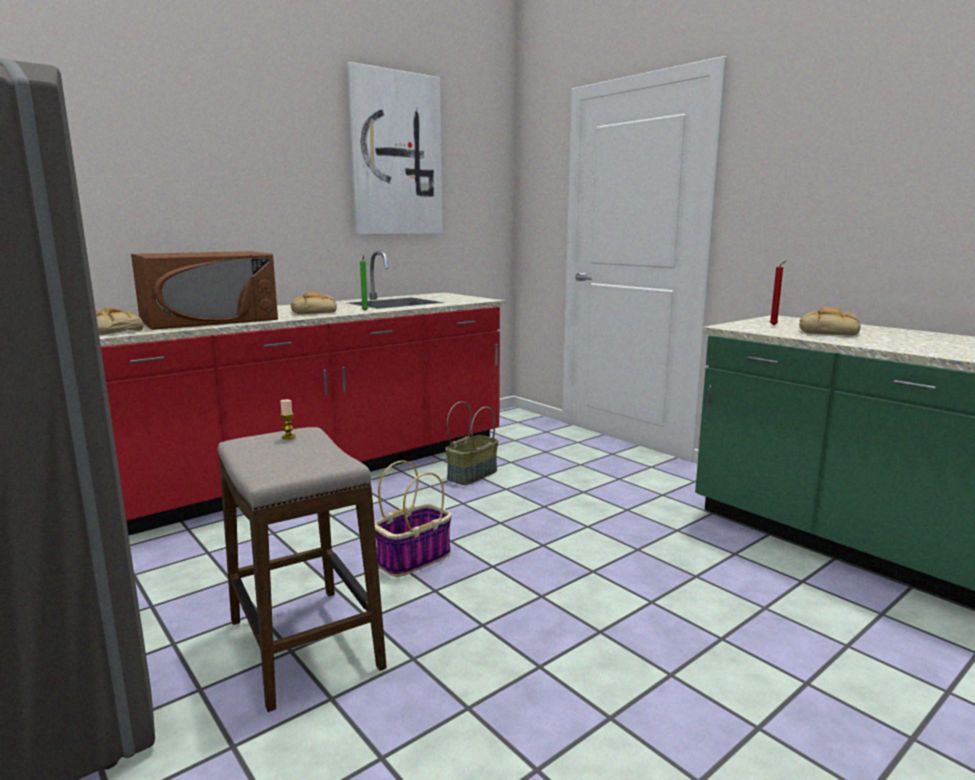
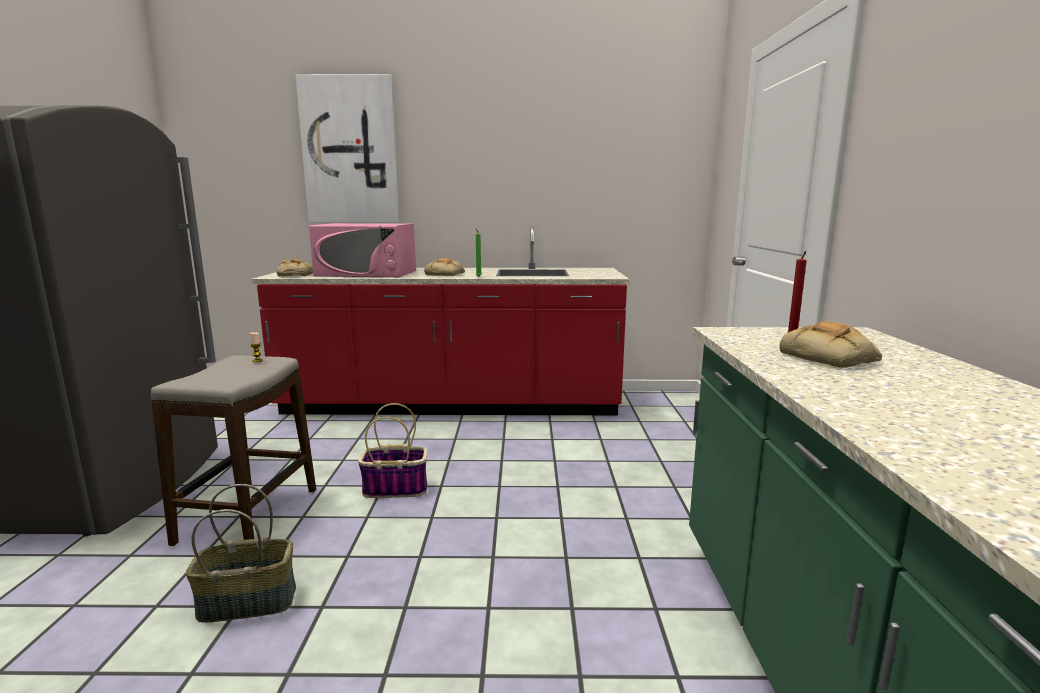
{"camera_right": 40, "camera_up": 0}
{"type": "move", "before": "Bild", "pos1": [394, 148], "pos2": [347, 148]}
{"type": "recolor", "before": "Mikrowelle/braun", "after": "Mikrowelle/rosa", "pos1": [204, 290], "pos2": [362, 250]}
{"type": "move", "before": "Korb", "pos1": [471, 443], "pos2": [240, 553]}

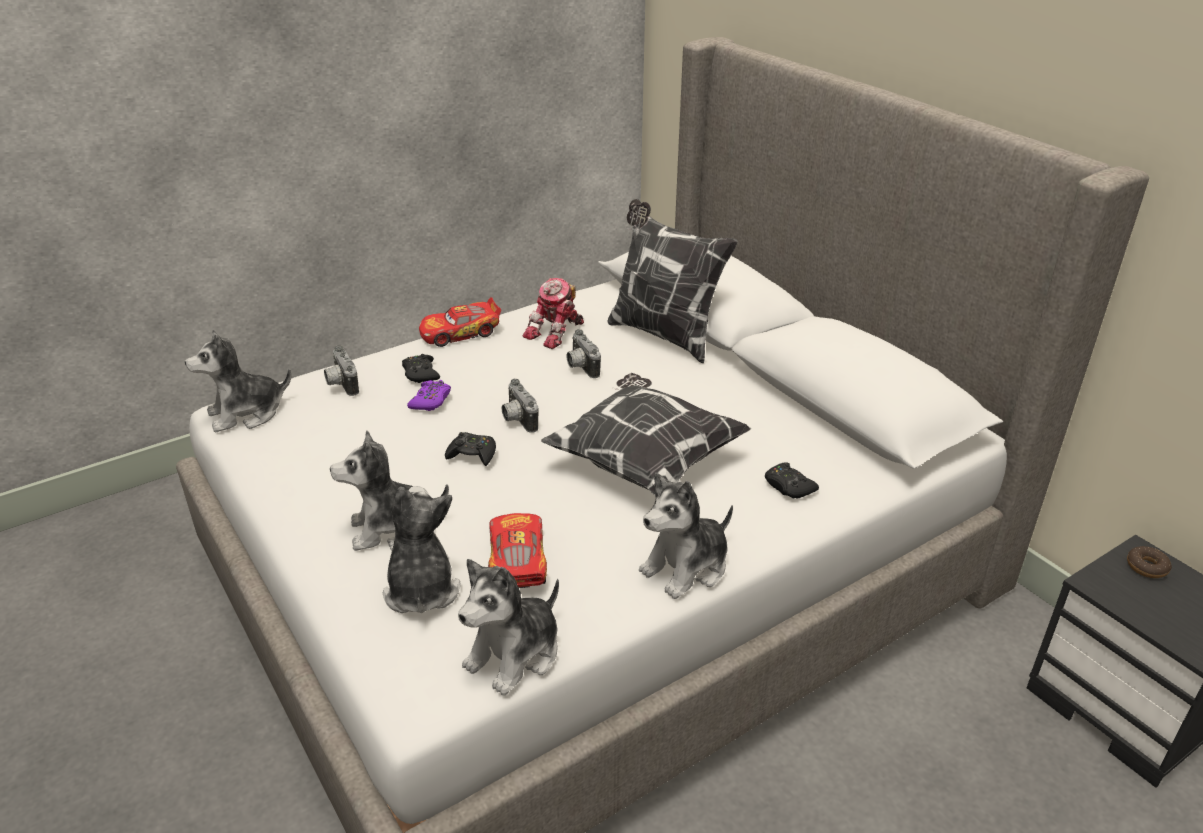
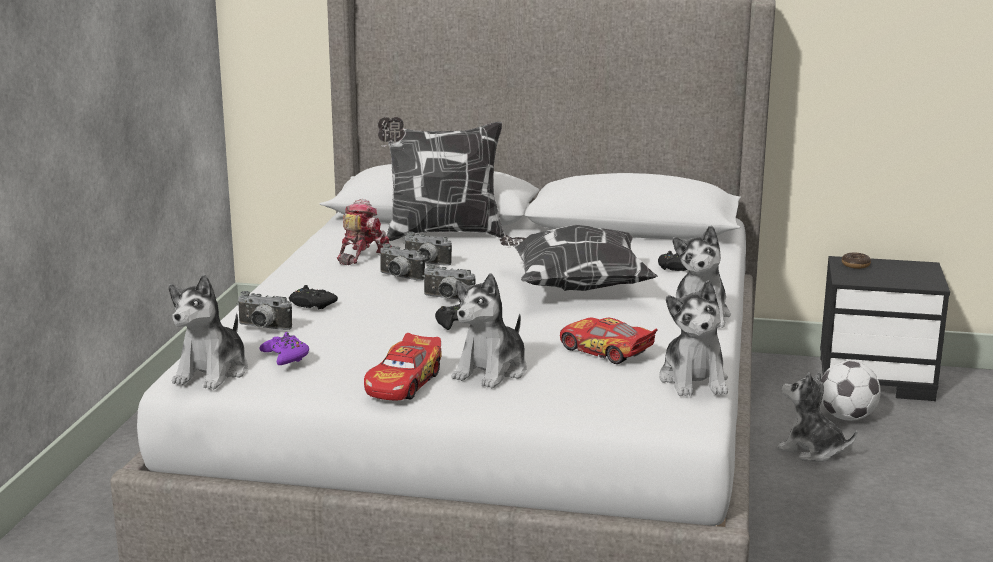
{"camera_right": -45, "camera_up": -15}
{"type": "rotate", "before": "Spielzeugroboter", "pos1": [553, 313], "pos2": [364, 232], "turn": -150}
{"type": "move", "before": "Spielzeugauto", "pos1": [460, 322], "pos2": [403, 367]}
{"type": "move", "before": "Gamepad/lila", "pos1": [429, 395], "pos2": [284, 348]}
{"type": "move", "before": "Plüschtier", "pos1": [422, 549], "pos2": [817, 417]}
{"type": "insert", "after": "Kamera", "pos2": [402, 262]}
{"type": "insert", "after": "Fußball", "pos2": [851, 391]}

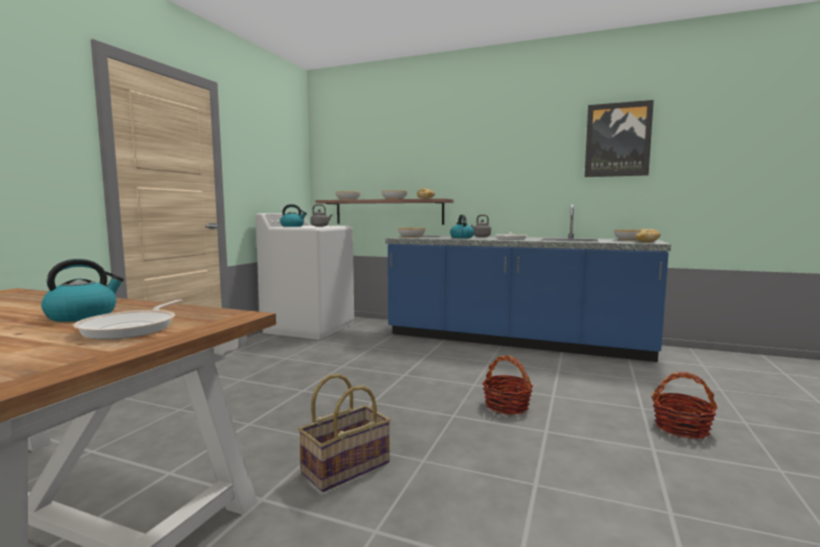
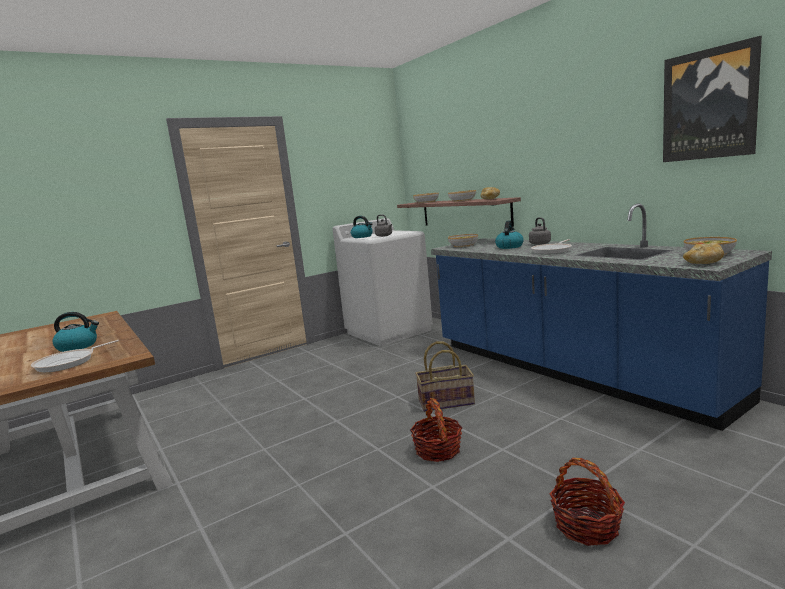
{"camera_right": 35, "camera_up": 5}
{"type": "move", "before": "Korb", "pos1": [344, 433], "pos2": [445, 376]}

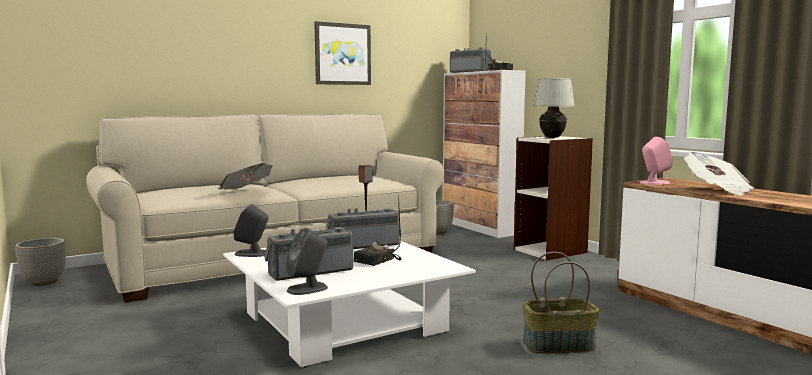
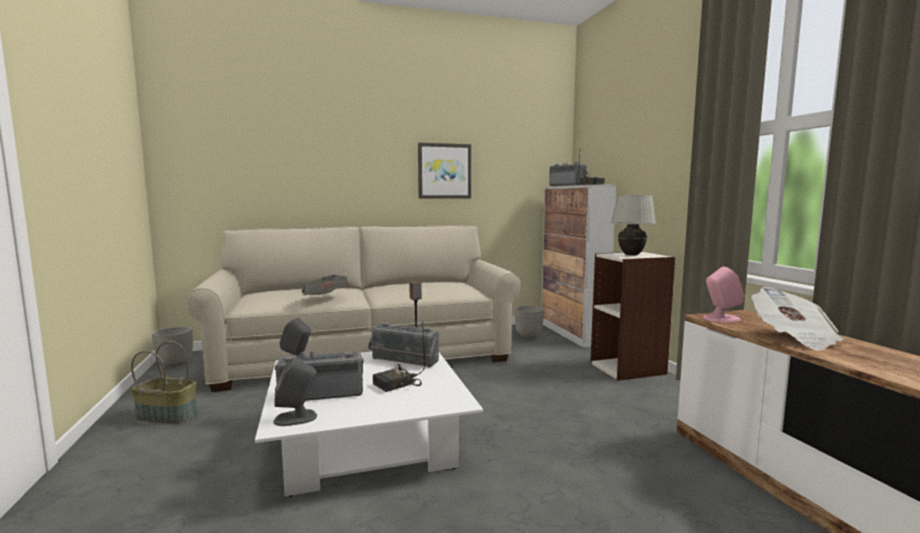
{"camera_right": 15, "camera_up": 0}
{"type": "rotate", "before": "Radio", "pos1": [362, 228], "pos2": [403, 345], "turn": -150}
{"type": "move", "before": "Korb", "pos1": [561, 303], "pos2": [164, 382]}

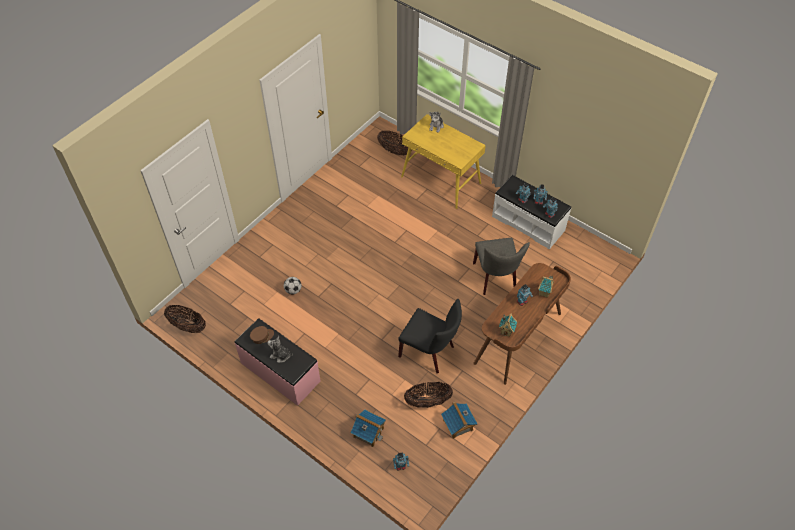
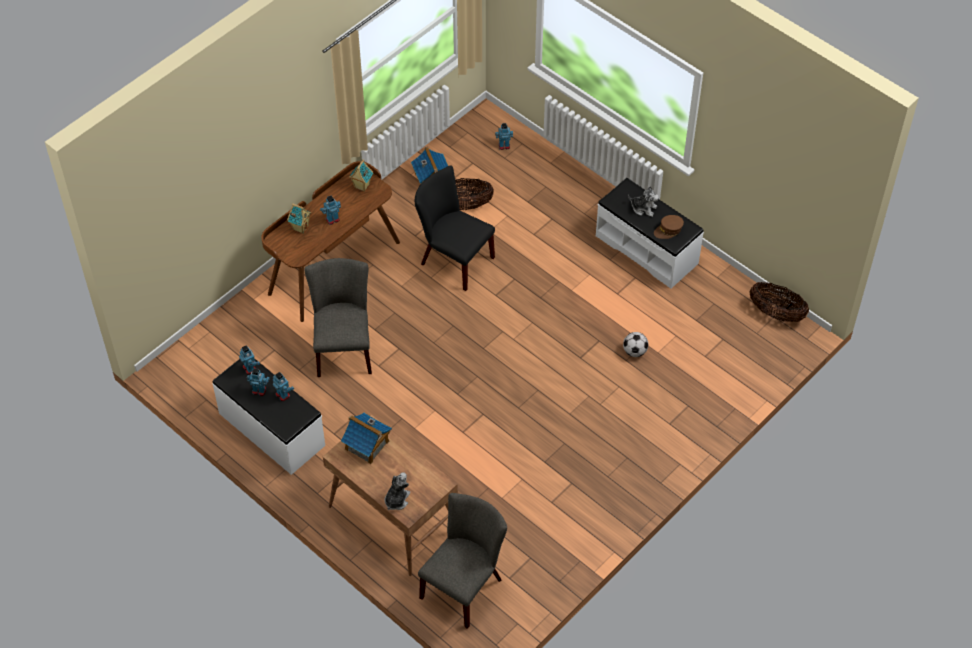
{"camera_right": -175, "camera_up": 0}
{"type": "recolor", "before": "Schreibtisch/gelb", "after": "Schreibtisch/braun", "pos1": [443, 161], "pos2": [390, 495]}
{"type": "replace", "before": "Korb", "after": "Stuhl/grau", "pos1": [392, 142], "pos2": [462, 561]}
{"type": "recolor", "before": "Bank/rosa", "after": "Bank/weiß", "pos1": [277, 362], "pos2": [650, 233]}
{"type": "move", "before": "Spielzeughaus", "pos1": [368, 428], "pos2": [366, 438]}

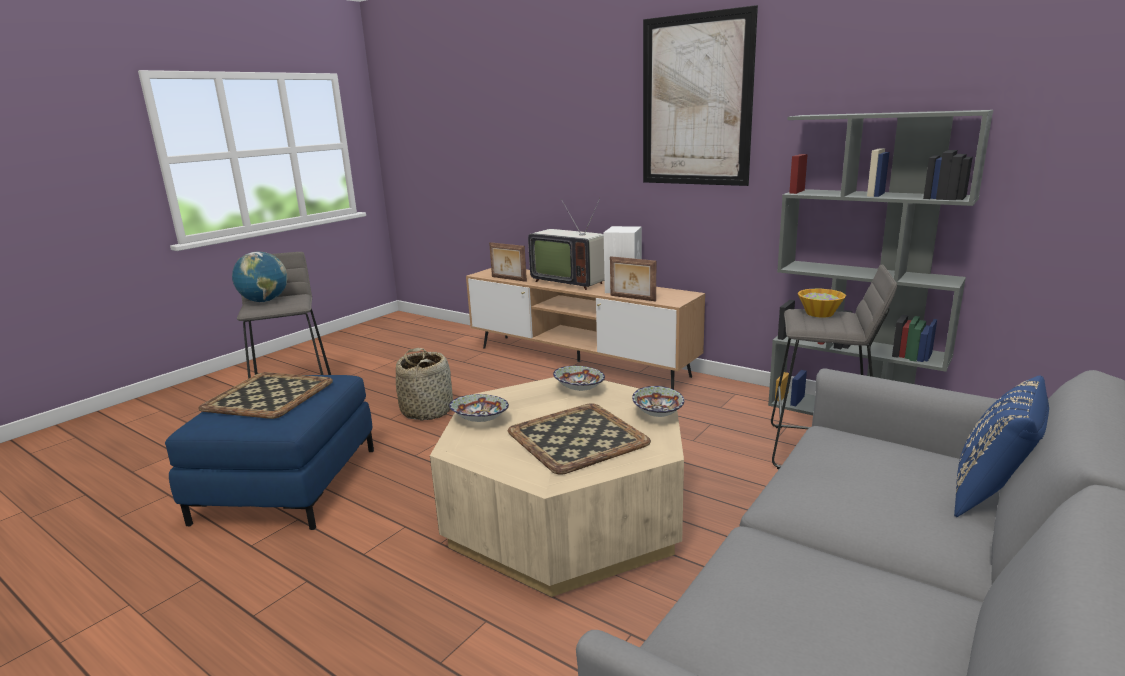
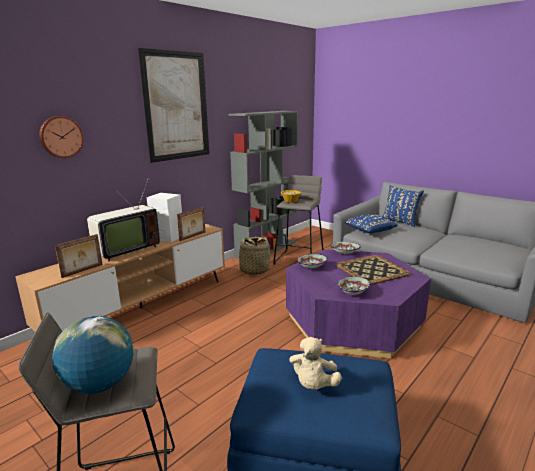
{"camera_right": -85, "camera_up": 0}
{"type": "move", "before": "Korb", "pos1": [424, 384], "pos2": [252, 256]}
{"type": "replace", "before": "Tablett", "after": "Plüschtier/beige", "pos1": [265, 395], "pos2": [315, 363]}
{"type": "recolor", "before": "Couchtisch/beige", "after": "Couchtisch/lila", "pos1": [557, 487], "pos2": [358, 304]}
{"type": "insert", "after": "Wanduhr", "pos2": [61, 137]}
{"type": "insert", "after": "Kissen/blau", "pos2": [371, 223]}

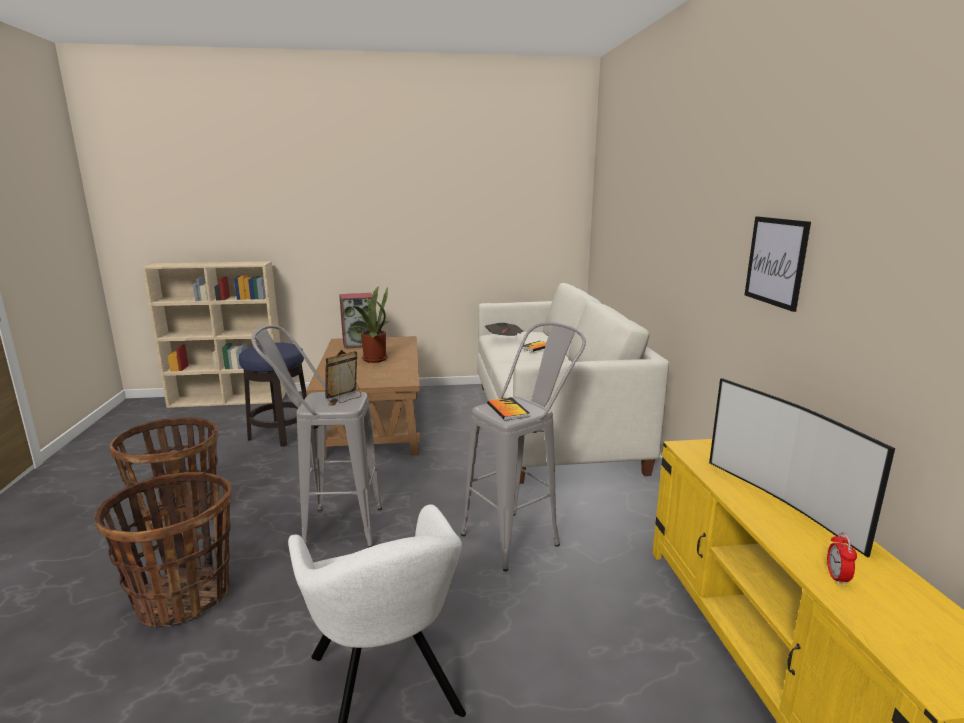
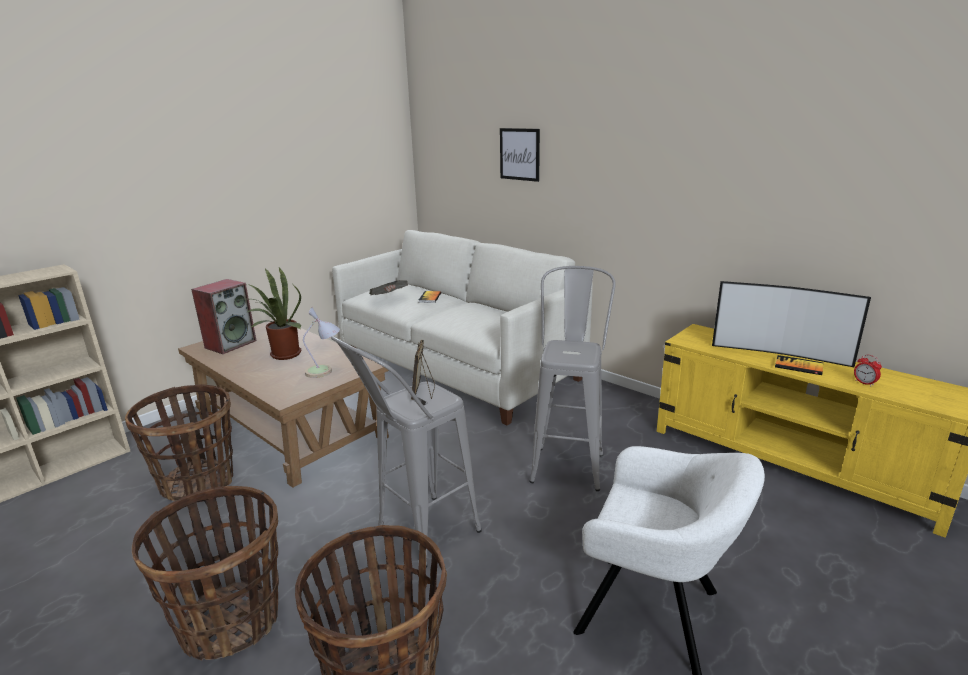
{"camera_right": -40, "camera_up": 5}
{"type": "move", "before": "Bild", "pos1": [778, 264], "pos2": [520, 155]}
{"type": "replace", "before": "Hocker", "after": "Korb", "pos1": [273, 395], "pos2": [179, 442]}
{"type": "move", "before": "Buch", "pos1": [508, 409], "pos2": [799, 365]}
{"type": "insert", "after": "Tischlampe", "pos2": [321, 342]}

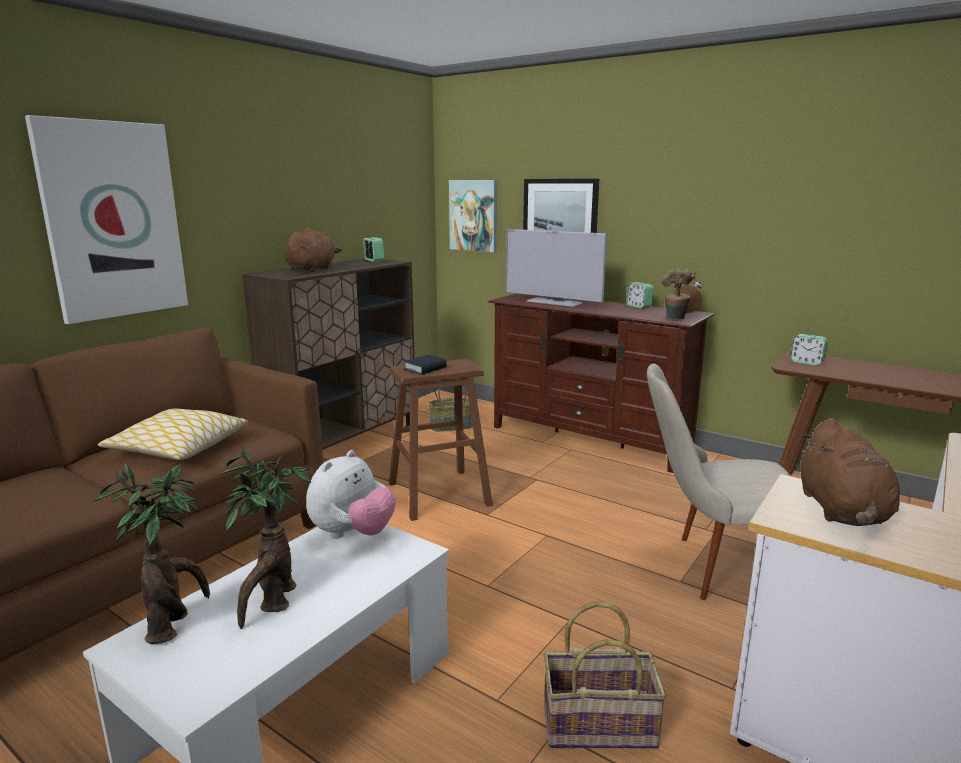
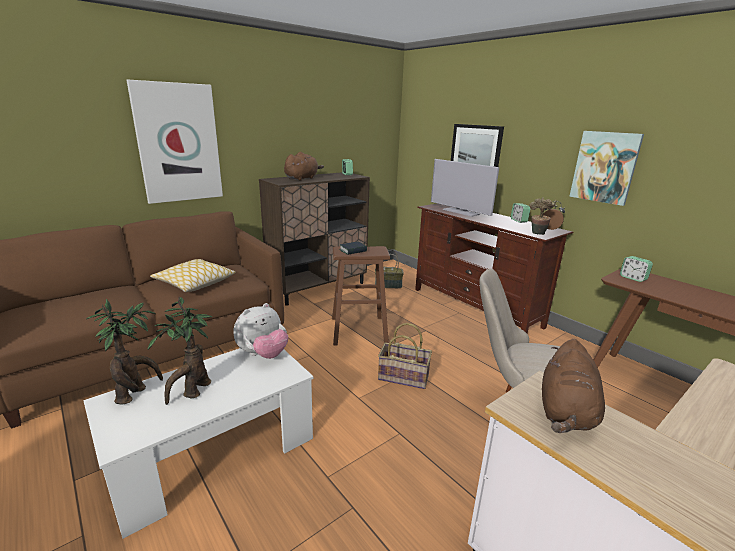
{"camera_right": 15, "camera_up": 5}
{"type": "move", "before": "Bild", "pos1": [473, 216], "pos2": [606, 168]}
{"type": "move", "before": "Korb", "pos1": [605, 675], "pos2": [405, 356]}

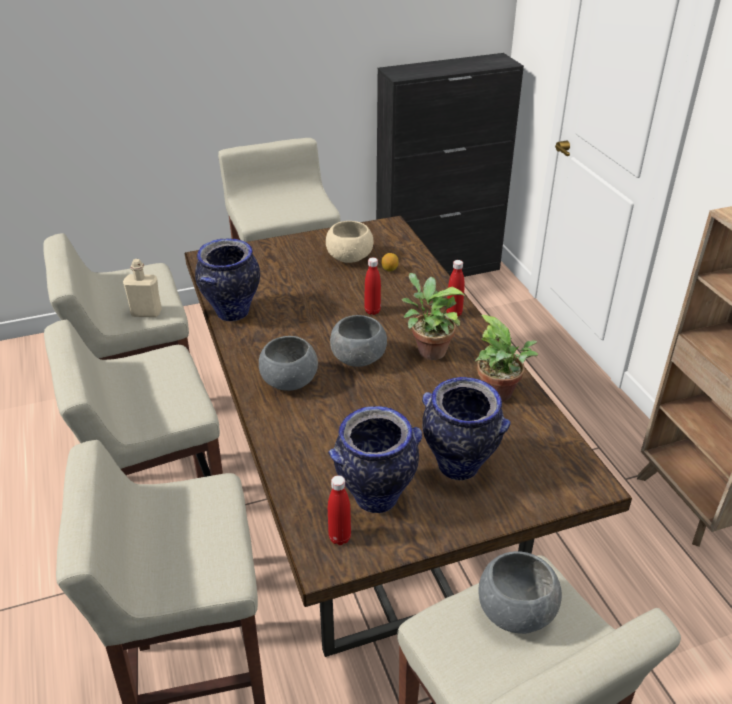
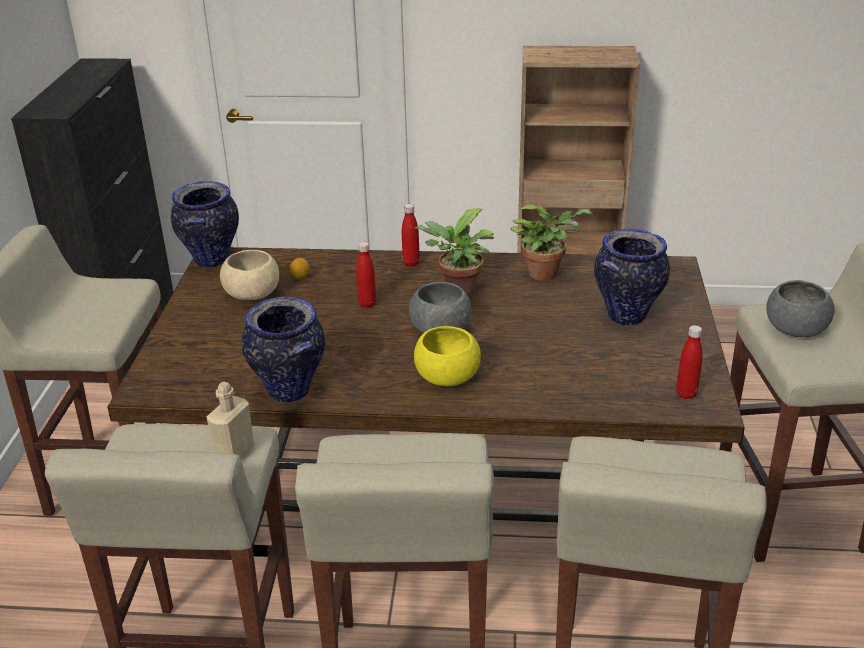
{"camera_right": -65, "camera_up": -5}
{"type": "recolor", "before": "Schüssel/grau", "after": "Schüssel/gelb", "pos1": [288, 363], "pos2": [447, 356]}
{"type": "move", "before": "Vase", "pos1": [375, 459], "pos2": [205, 224]}

